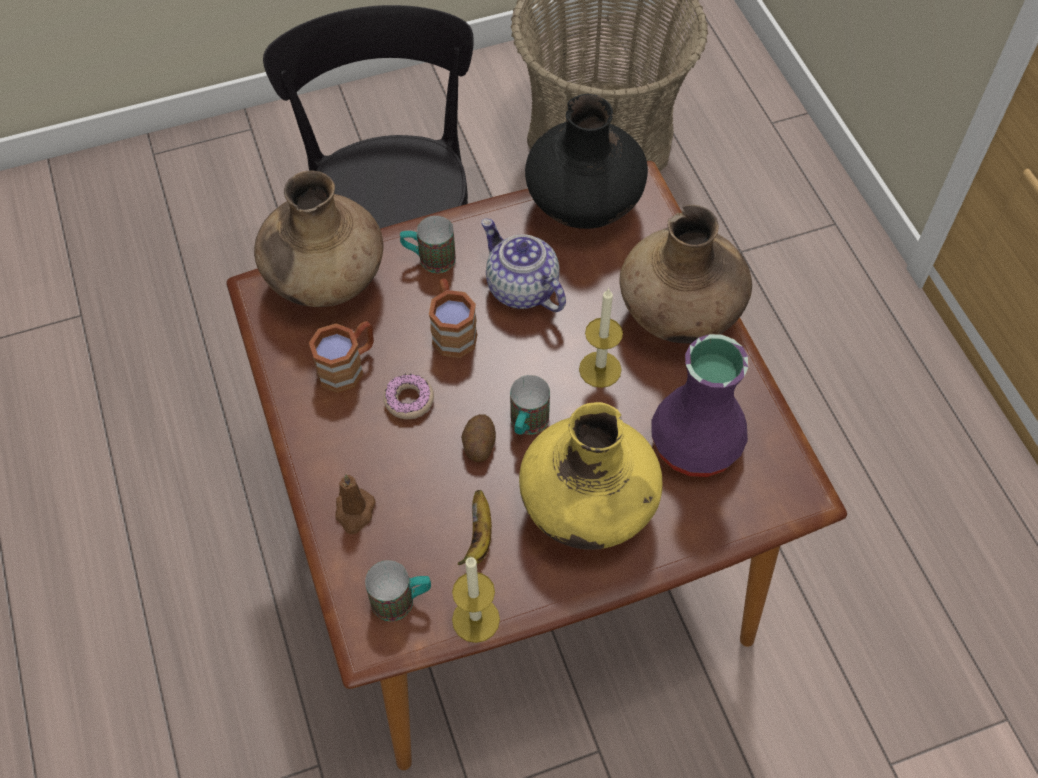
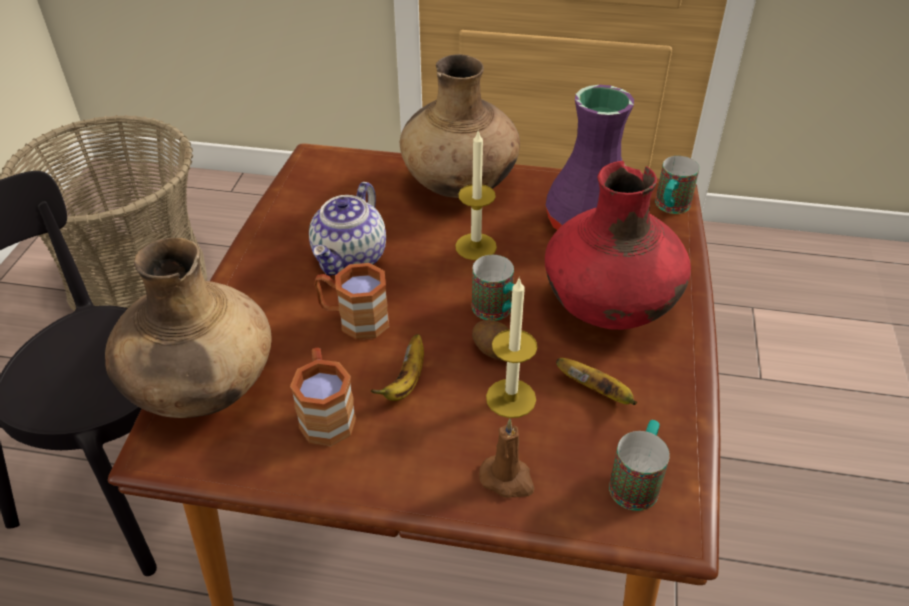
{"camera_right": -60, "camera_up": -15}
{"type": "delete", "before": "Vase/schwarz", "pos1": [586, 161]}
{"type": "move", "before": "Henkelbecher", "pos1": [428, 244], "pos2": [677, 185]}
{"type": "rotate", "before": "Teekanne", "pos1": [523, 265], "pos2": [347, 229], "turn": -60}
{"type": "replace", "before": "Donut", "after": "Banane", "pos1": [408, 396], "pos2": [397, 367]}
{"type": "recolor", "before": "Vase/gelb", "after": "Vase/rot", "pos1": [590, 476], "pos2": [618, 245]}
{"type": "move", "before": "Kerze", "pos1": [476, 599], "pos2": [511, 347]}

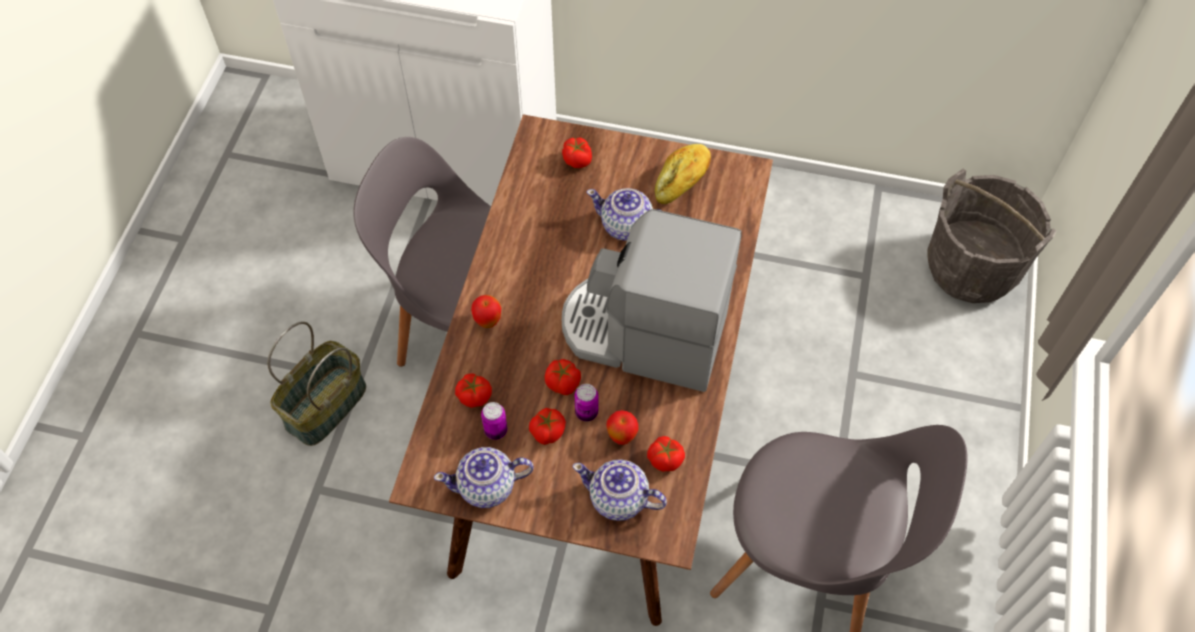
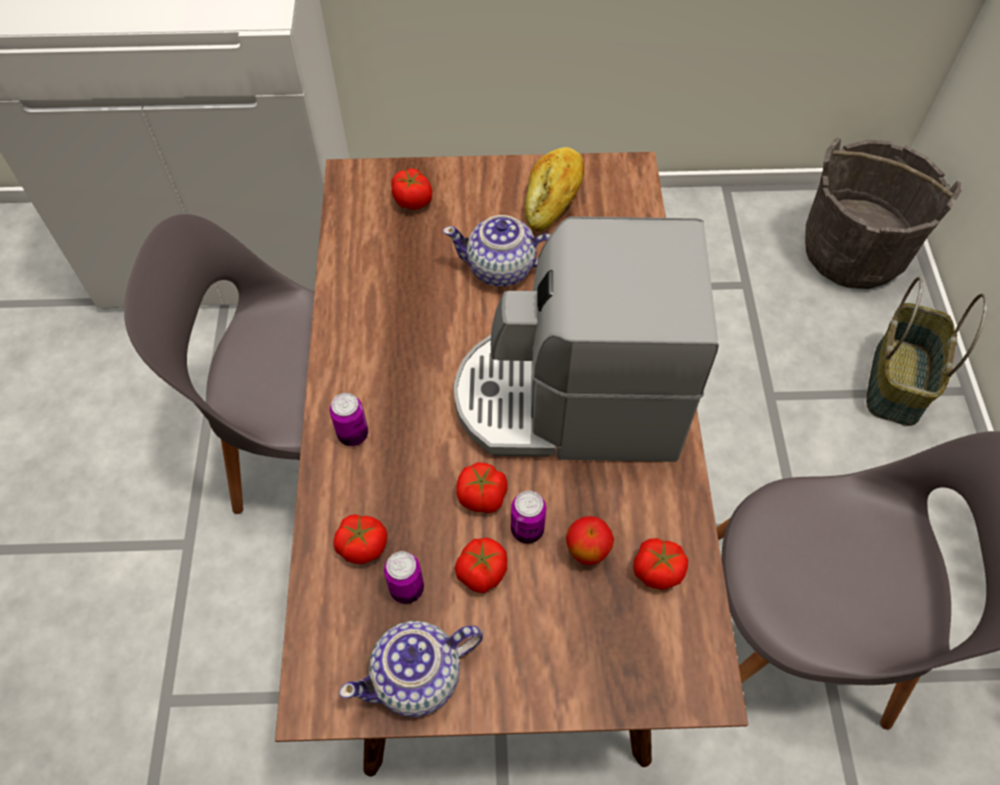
{"camera_right": -15, "camera_up": 0}
{"type": "replace", "before": "Apfel", "after": "Dose", "pos1": [486, 311], "pos2": [349, 419]}
{"type": "move", "before": "Korb", "pos1": [317, 383], "pos2": [927, 351]}
{"type": "delete", "before": "Teekanne", "pos1": [620, 490]}

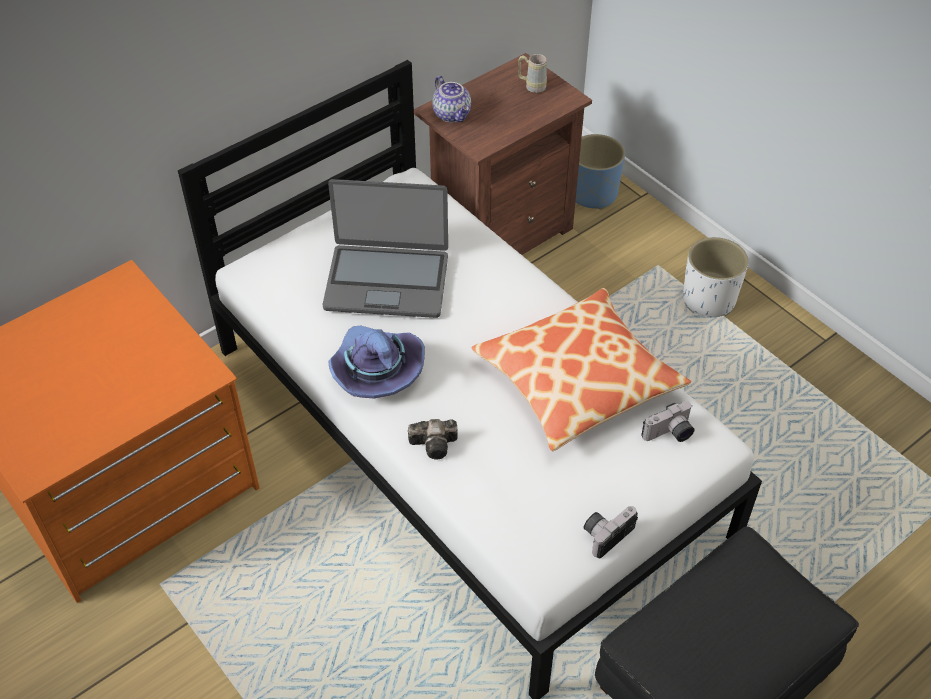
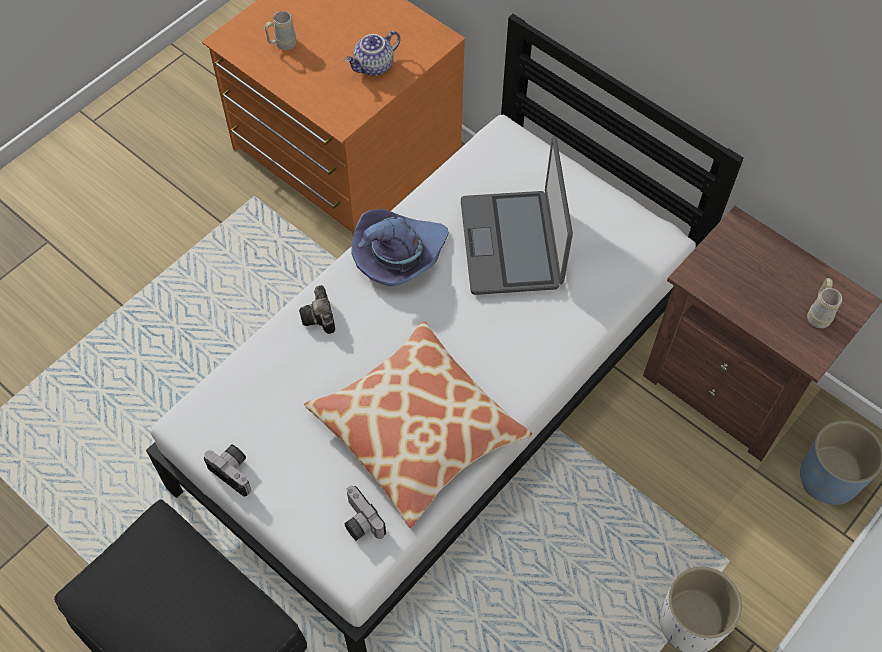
{"camera_right": 80, "camera_up": 10}
{"type": "move", "before": "Teekanne", "pos1": [451, 99], "pos2": [372, 53]}
{"type": "insert", "after": "Henkelbecher/beige", "pos2": [281, 30]}

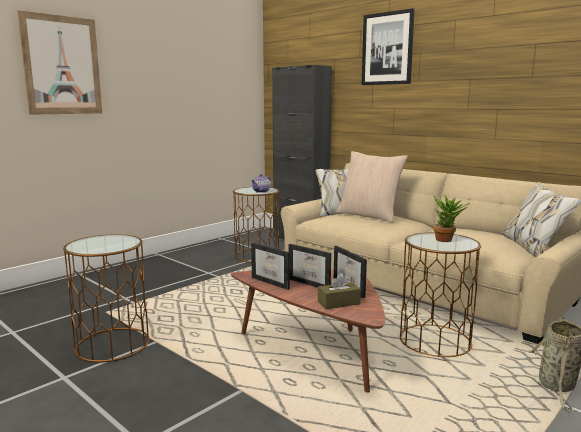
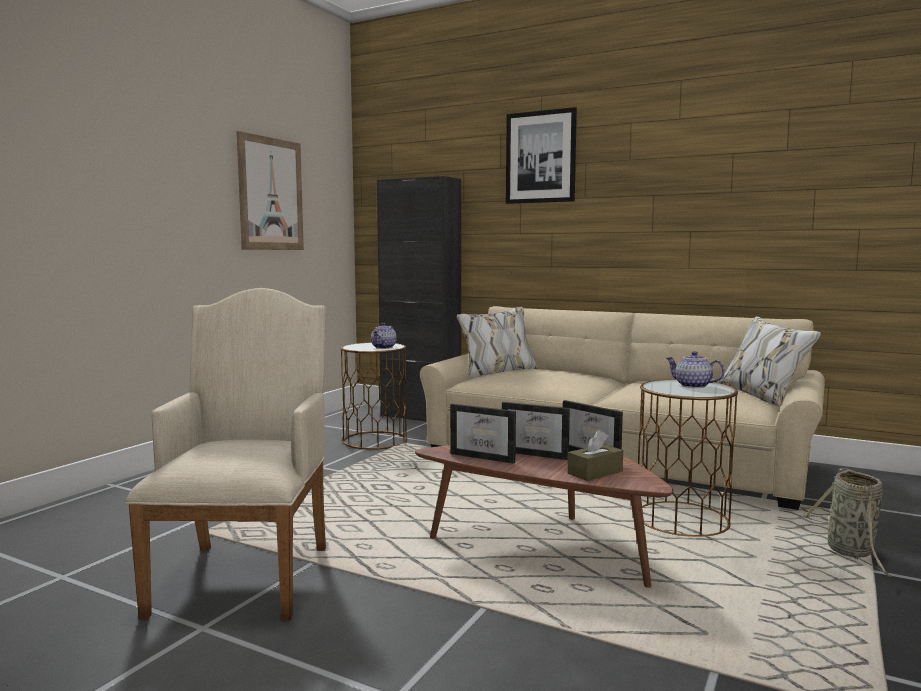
{"camera_right": -15, "camera_up": -5}
{"type": "move", "before": "Bild", "pos1": [59, 62], "pos2": [270, 190]}
{"type": "delete", "before": "Kissen/beige", "pos1": [372, 187]}
{"type": "replace", "before": "Topfpflanze", "after": "Teekanne", "pos1": [451, 218], "pos2": [695, 369]}
{"type": "replace", "before": "Beistelltisch/braun", "after": "Sessel/beige", "pos1": [106, 298], "pos2": [225, 454]}

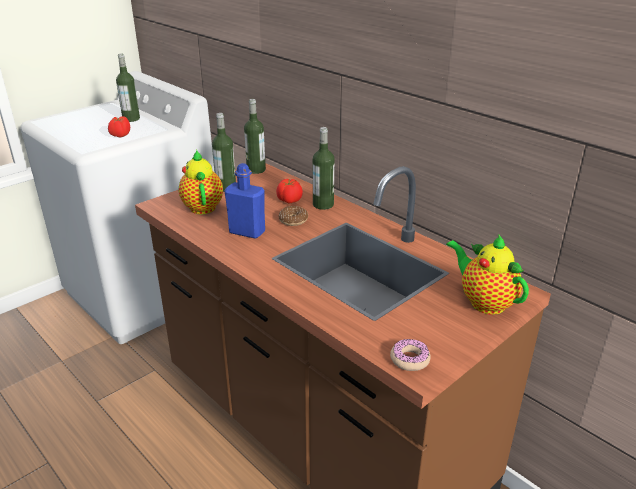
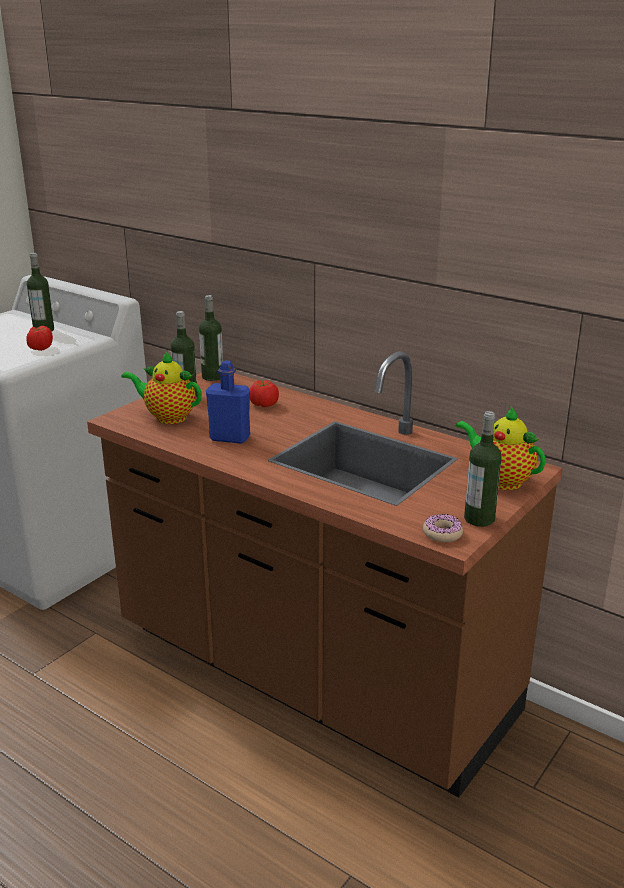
{"camera_right": -10, "camera_up": -5}
{"type": "move", "before": "Flasche", "pos1": [324, 168], "pos2": [483, 469]}
{"type": "rotate", "before": "Teekanne", "pos1": [201, 182], "pos2": [161, 387], "turn": -45}
{"type": "delete", "before": "Donut", "pos1": [293, 216]}

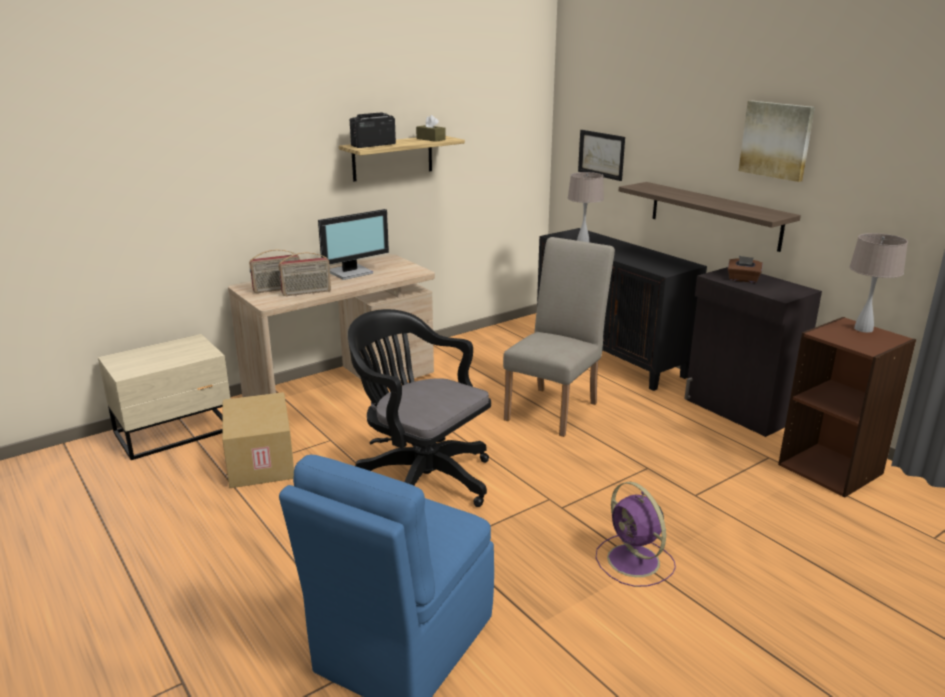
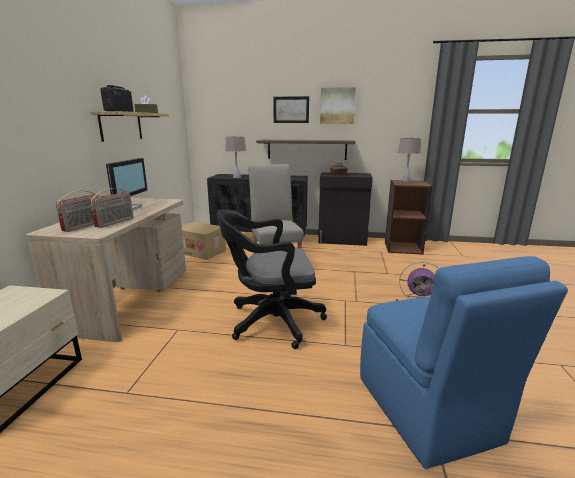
{"camera_right": -45, "camera_up": -5}
{"type": "move", "before": "Bild", "pos1": [601, 155], "pos2": [291, 109]}
{"type": "move", "before": "Karton", "pos1": [258, 440], "pos2": [204, 241]}

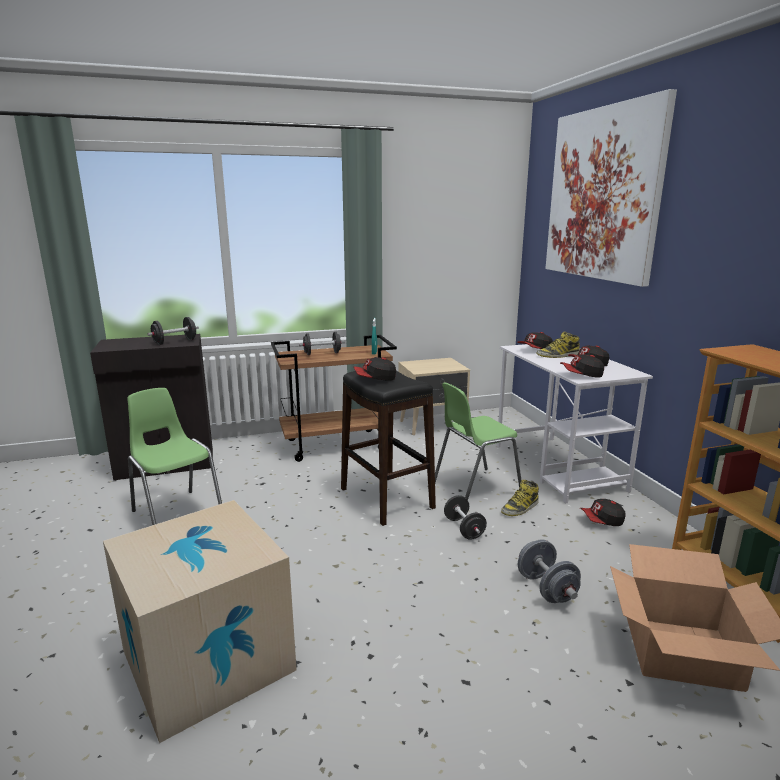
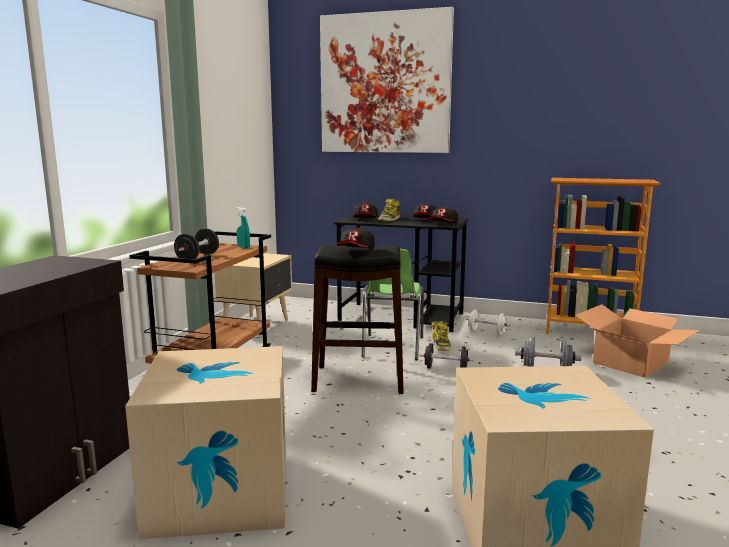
{"camera_right": -55, "camera_up": -5}
{"type": "delete", "before": "Hantel/schwarz", "pos1": [173, 331]}
{"type": "recolor", "before": "Schreibtisch/weiß", "after": "Schreibtisch/schwarz", "pos1": [575, 423], "pos2": [401, 273]}
{"type": "replace", "before": "Stuhl/grün", "after": "Karton", "pos1": [174, 456], "pos2": [205, 443]}
{"type": "replace", "before": "Kappe", "after": "Hantel/weiß", "pos1": [603, 512], "pos2": [488, 322]}

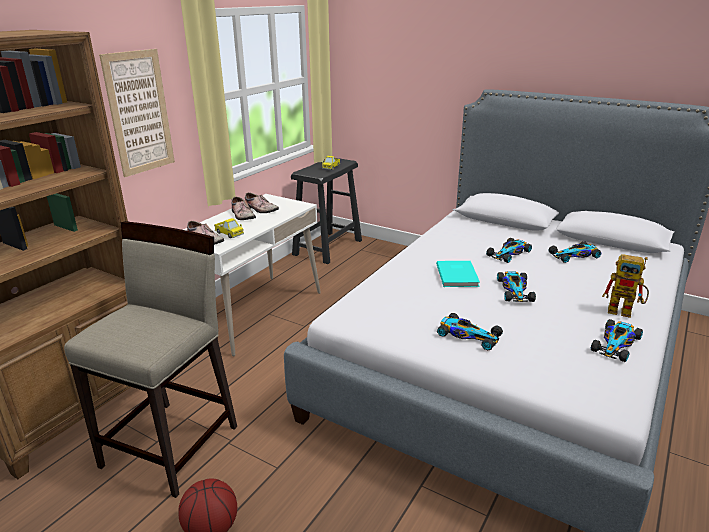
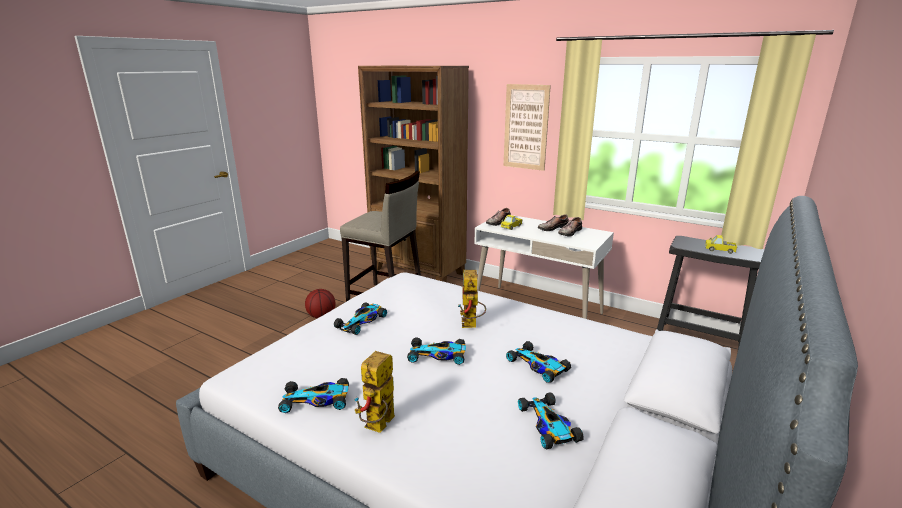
{"camera_right": 90, "camera_up": -5}
{"type": "replace", "before": "Buch/türkis", "after": "Spielzeugroboter", "pos1": [458, 274], "pos2": [472, 299]}
{"type": "rotate", "before": "Spielzeugauto", "pos1": [617, 340], "pos2": [313, 395], "turn": -45}

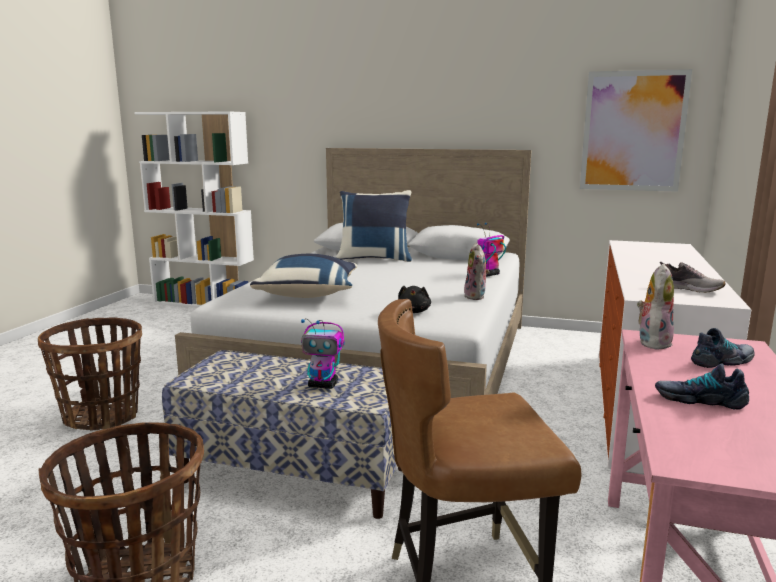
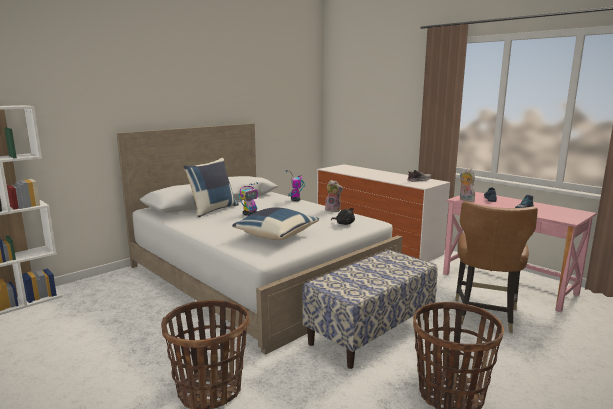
{"camera_right": -60, "camera_up": 0}
{"type": "delete", "before": "Bild", "pos1": [636, 130]}
{"type": "move", "before": "Spielzeugroboter", "pos1": [323, 354], "pos2": [248, 199]}

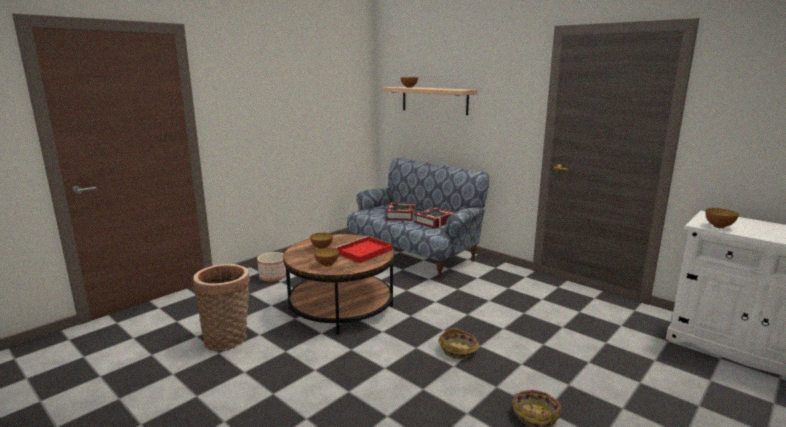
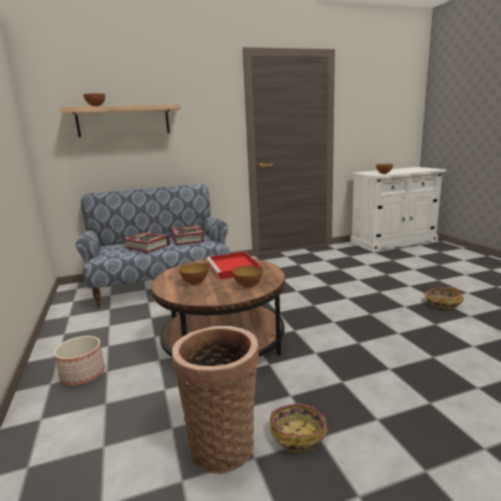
{"camera_right": -60, "camera_up": 0}
{"type": "move", "before": "Korb", "pos1": [459, 343], "pos2": [299, 428]}

